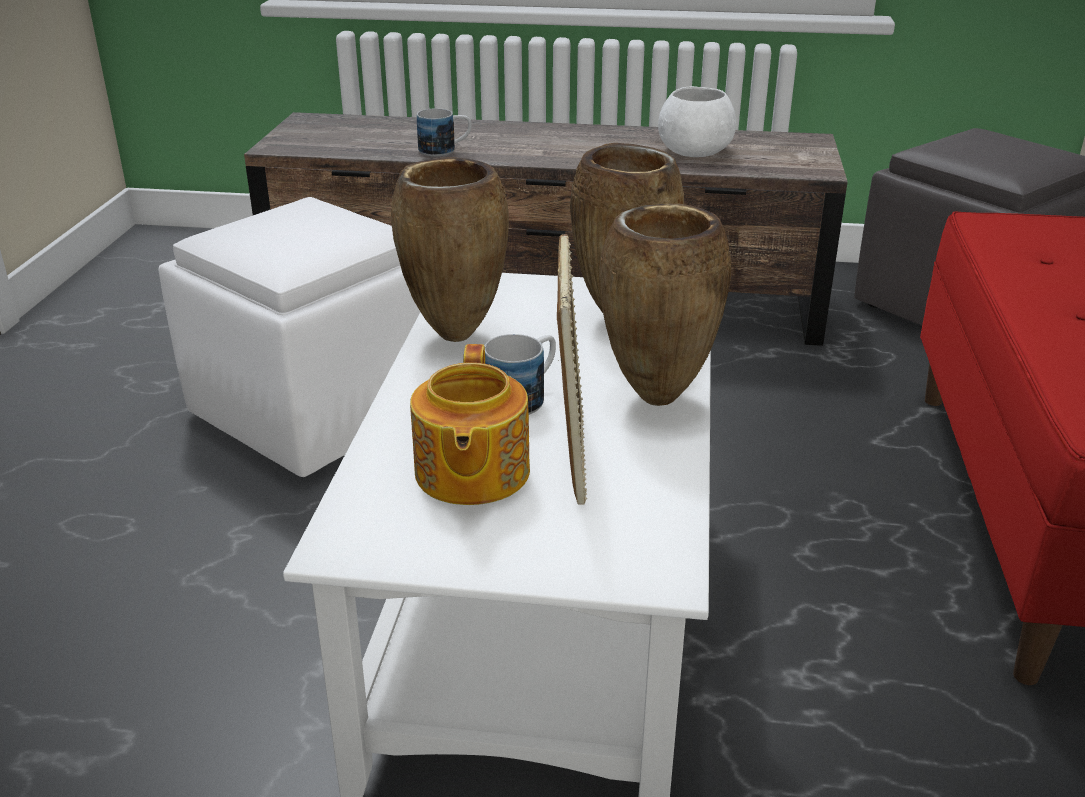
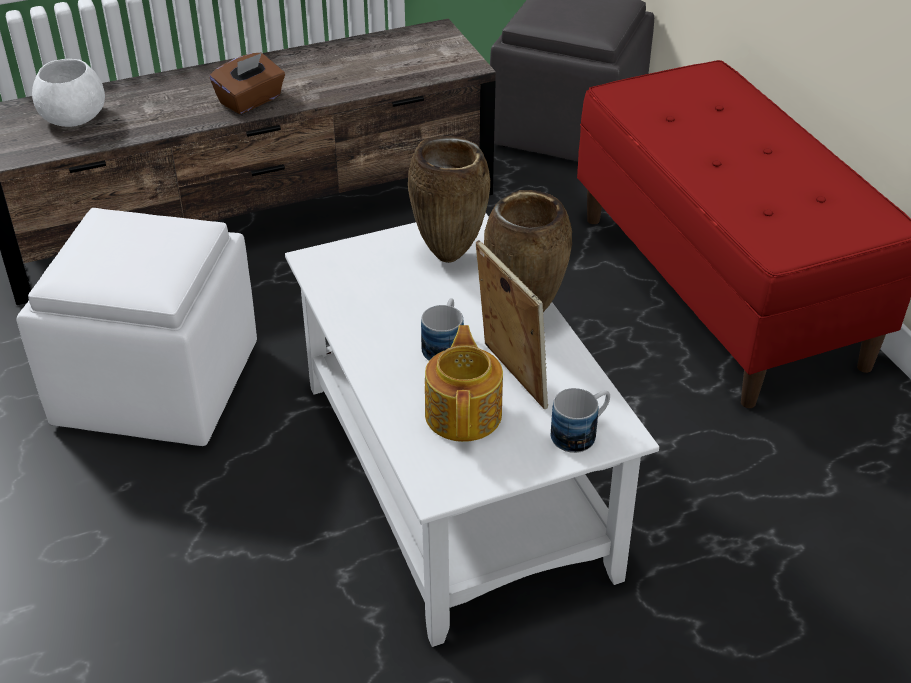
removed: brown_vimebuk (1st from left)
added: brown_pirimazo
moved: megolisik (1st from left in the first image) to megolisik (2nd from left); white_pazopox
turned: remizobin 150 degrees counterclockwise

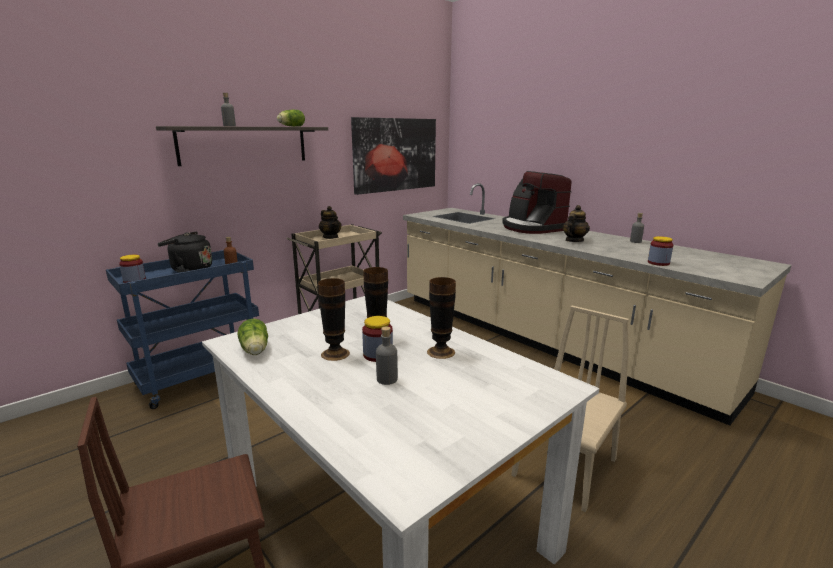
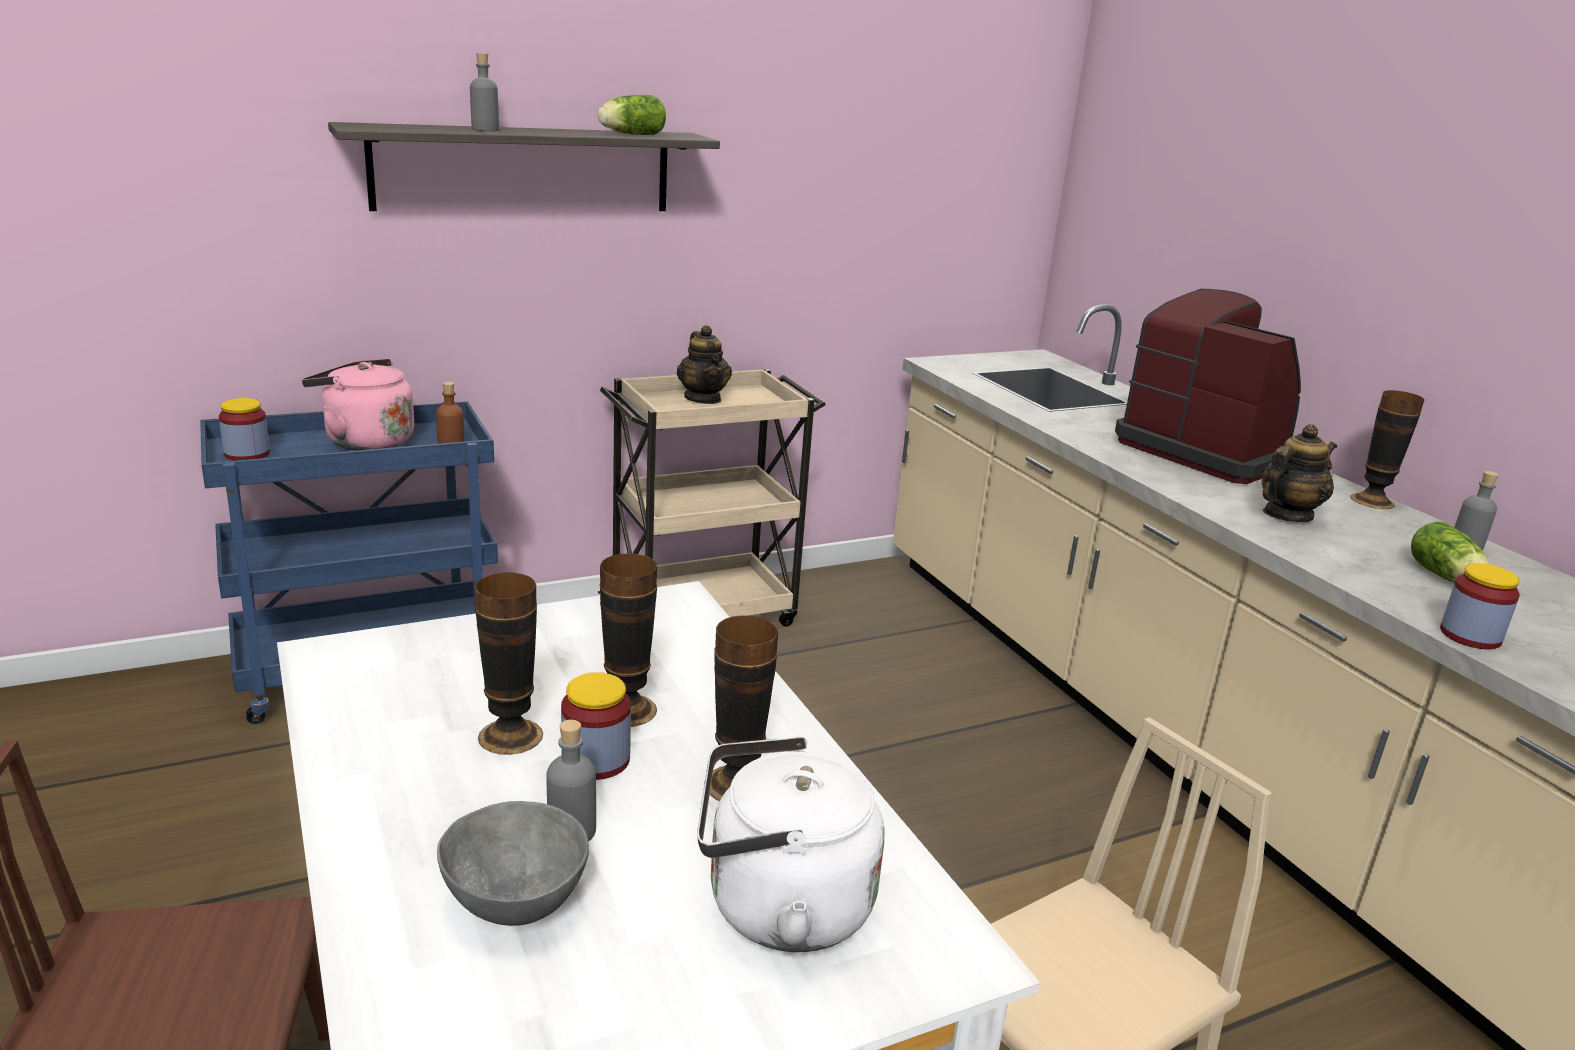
removed: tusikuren
added: grey_pazopox; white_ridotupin; vimebuk (4th from left)
moved: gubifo (1st from left in the first image) to gubifo (2nd from left)
recoloured: black_ridotupin to pink_ridotupin
turned: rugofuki 150 degrees clockwise

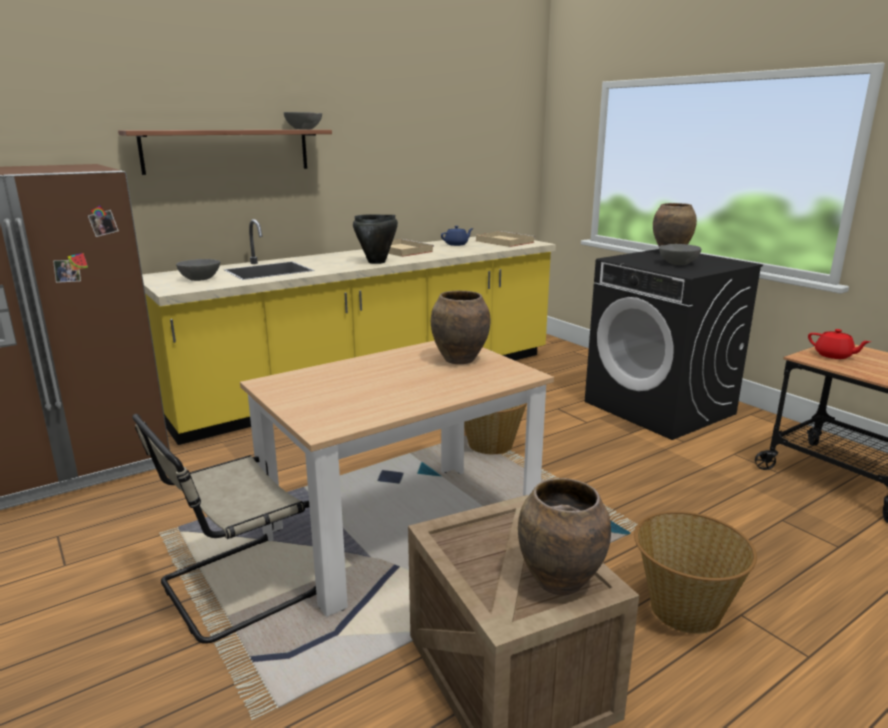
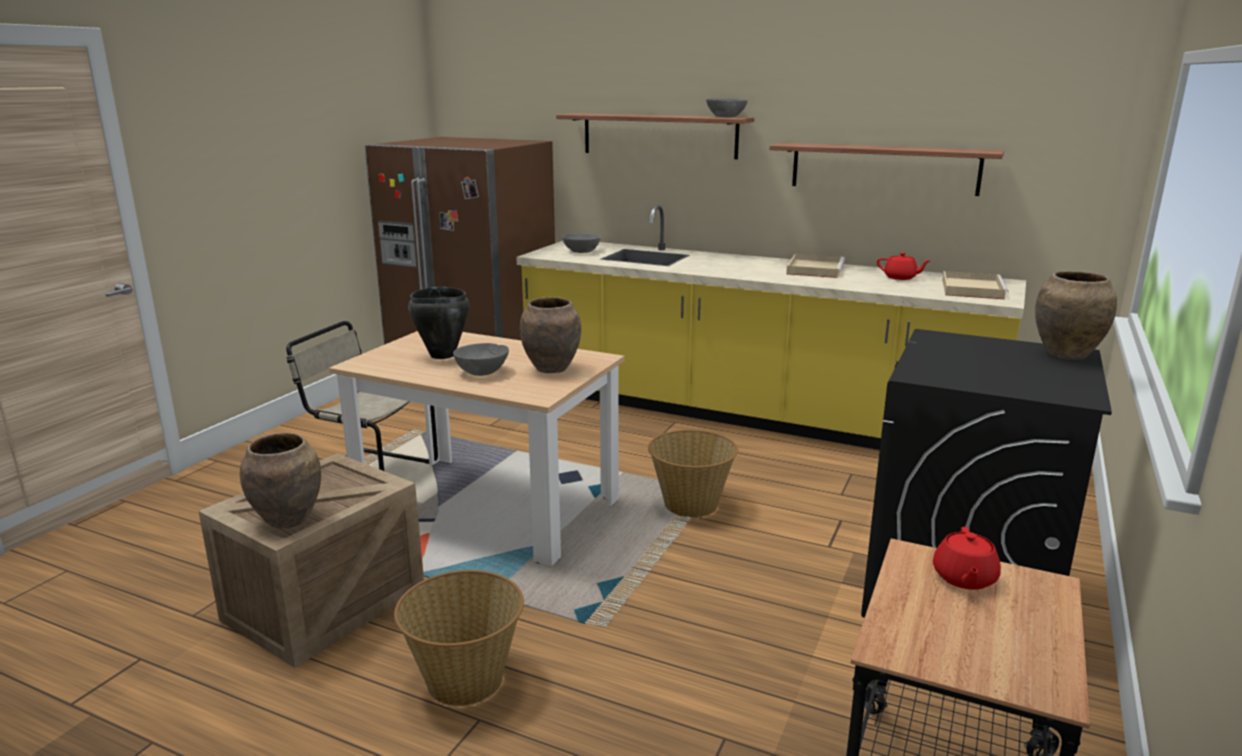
added: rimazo (2nd from left)
moved: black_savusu; grey_pazopox (3rd from left in the first image) to grey_pazopox (1st from left)
recoloured: blue_remizobin to red_remizobin (1st from left)

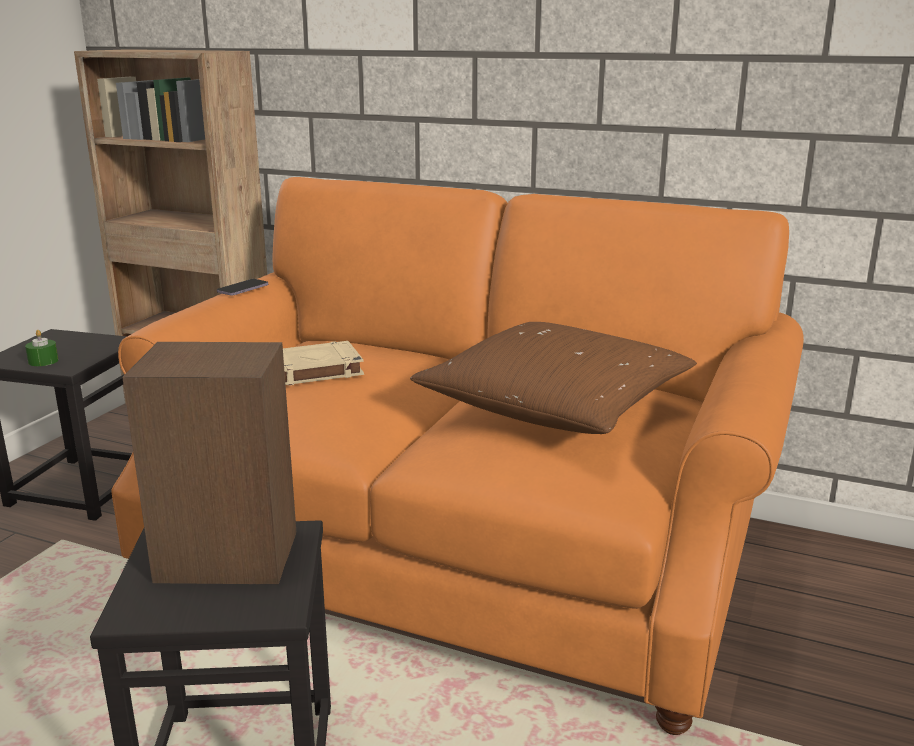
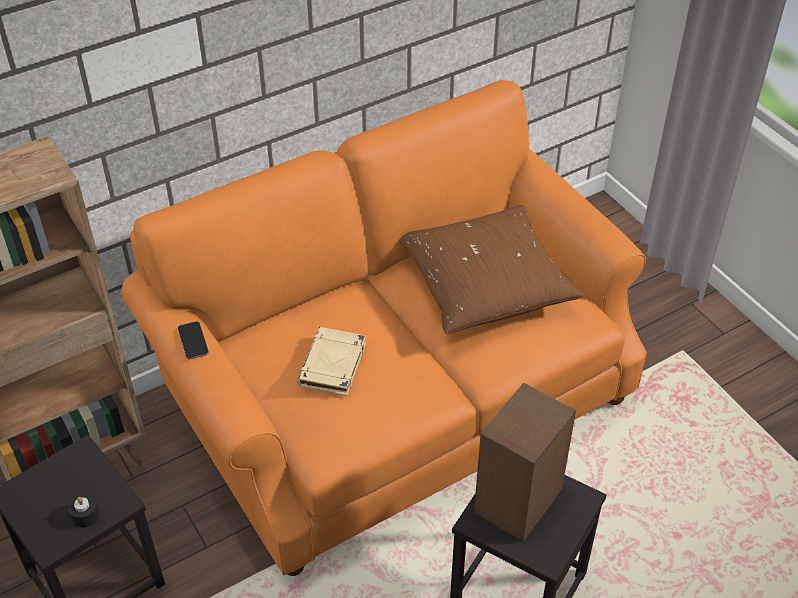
recoloured: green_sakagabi to black_sakagabi

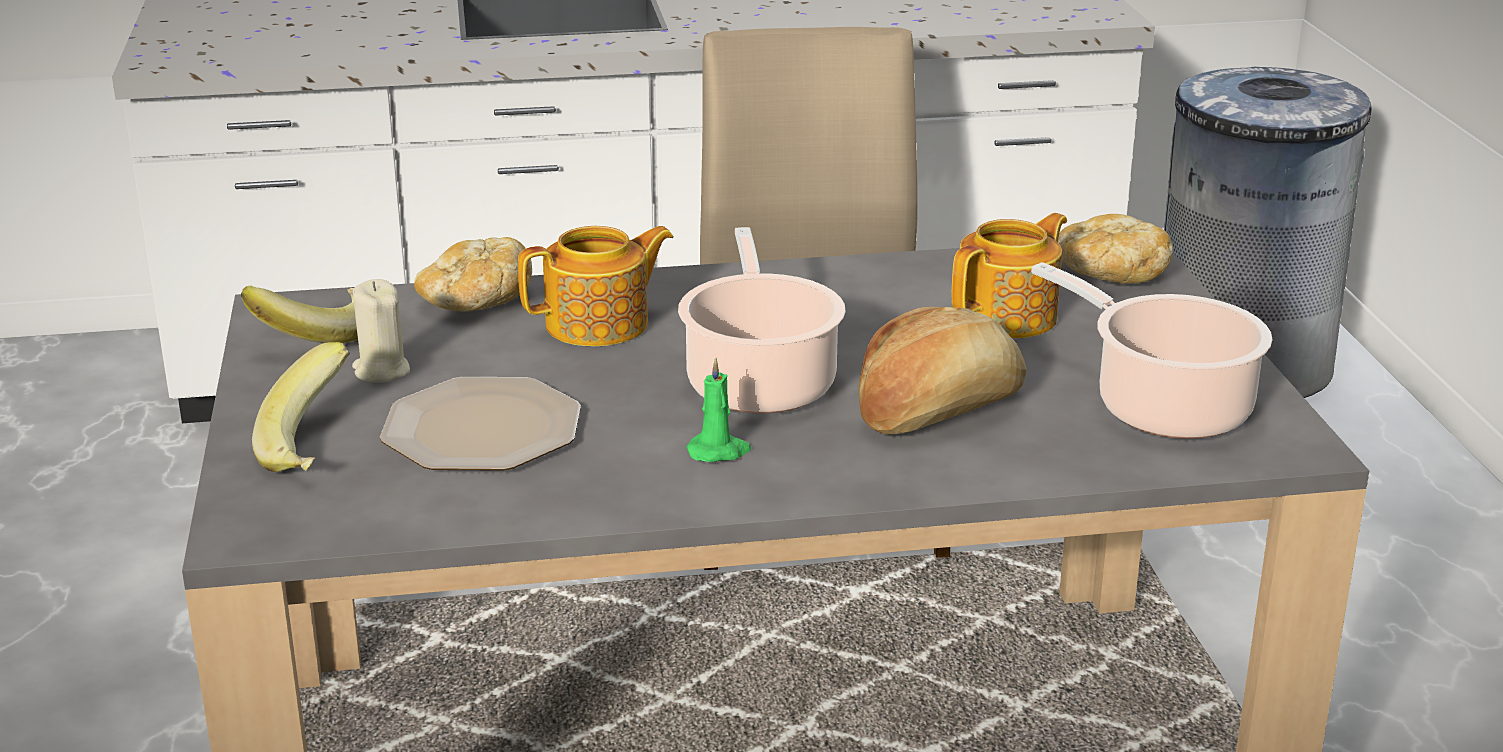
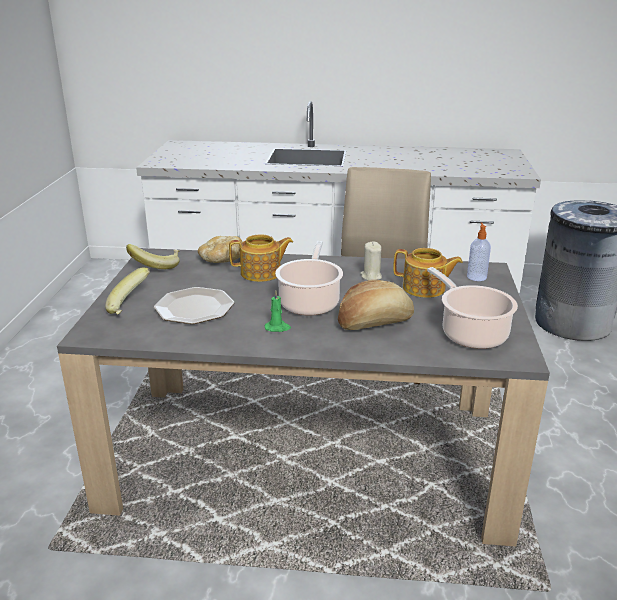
moved: beige_sakagabi
replaced: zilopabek (3rd from left) to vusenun
turned: remizobin (2nd from left) 45 degrees clockwise

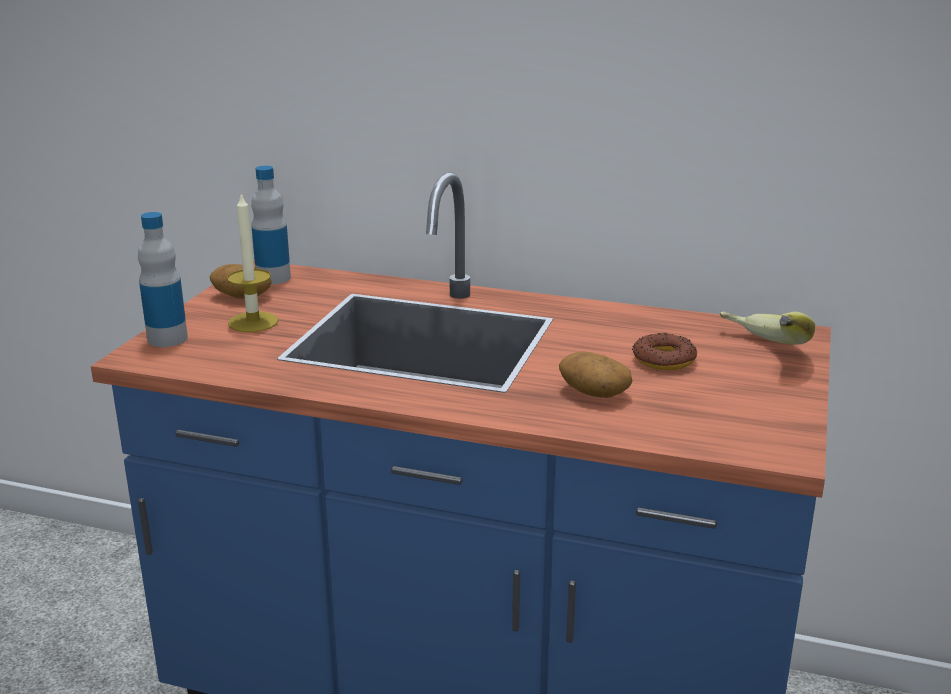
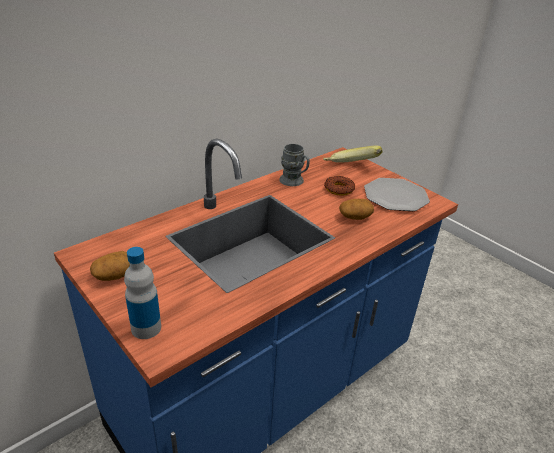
removed: sakagabi; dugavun (2nd from left)
added: grey_megolisik; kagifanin

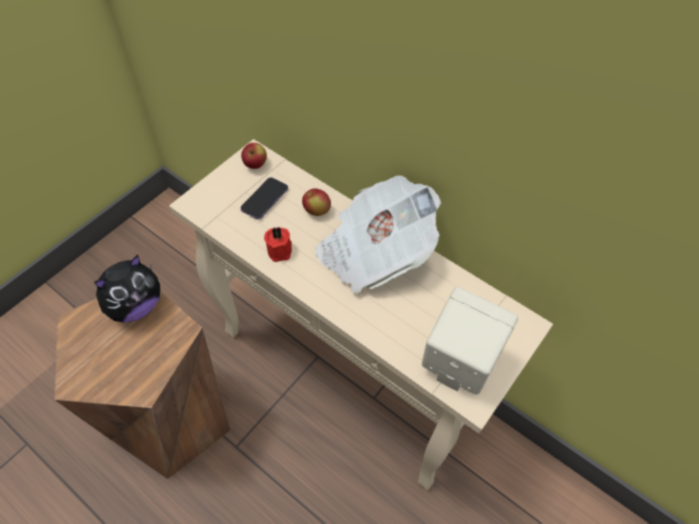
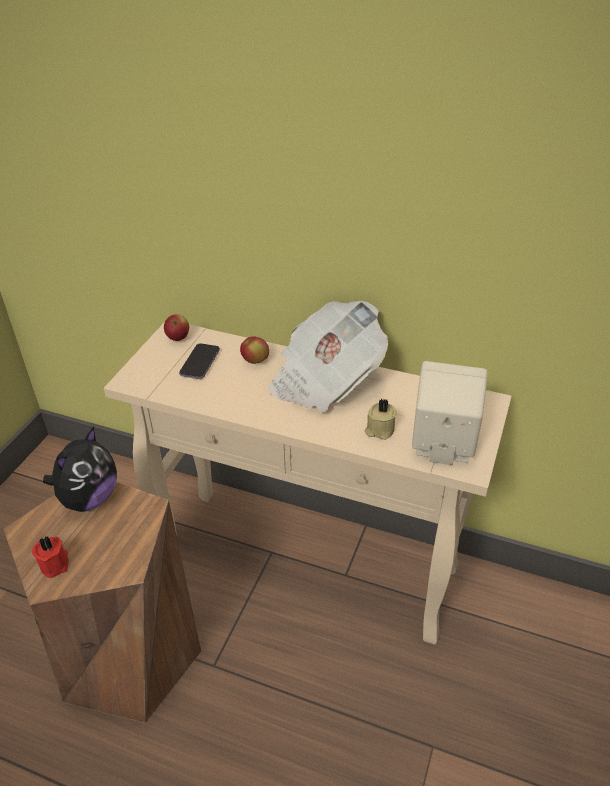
added: beige_sakagabi
moved: red_sakagabi

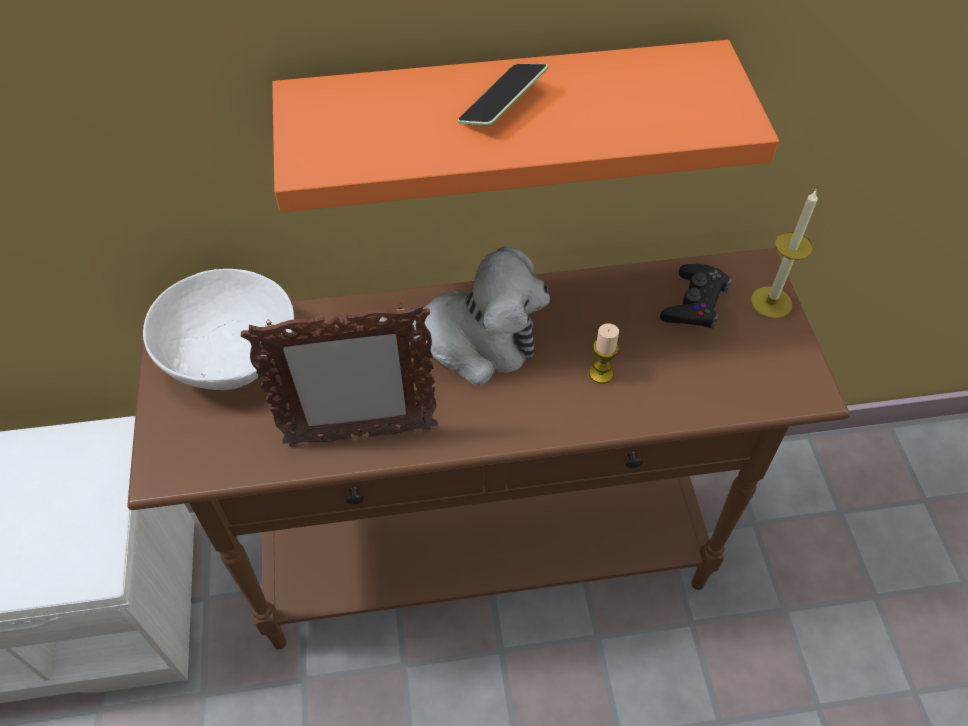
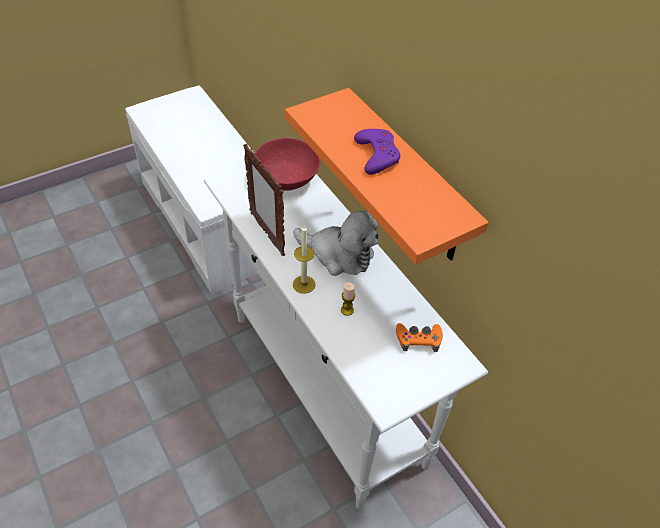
moved: sakagabi (2nd from left in the first image) to sakagabi (1st from left)
replaced: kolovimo to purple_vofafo
recoloured: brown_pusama to white_pusama; white_pazopox to red_pazopox; black_vofafo to orange_vofafo
turned: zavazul 45 degrees counterclockwise

